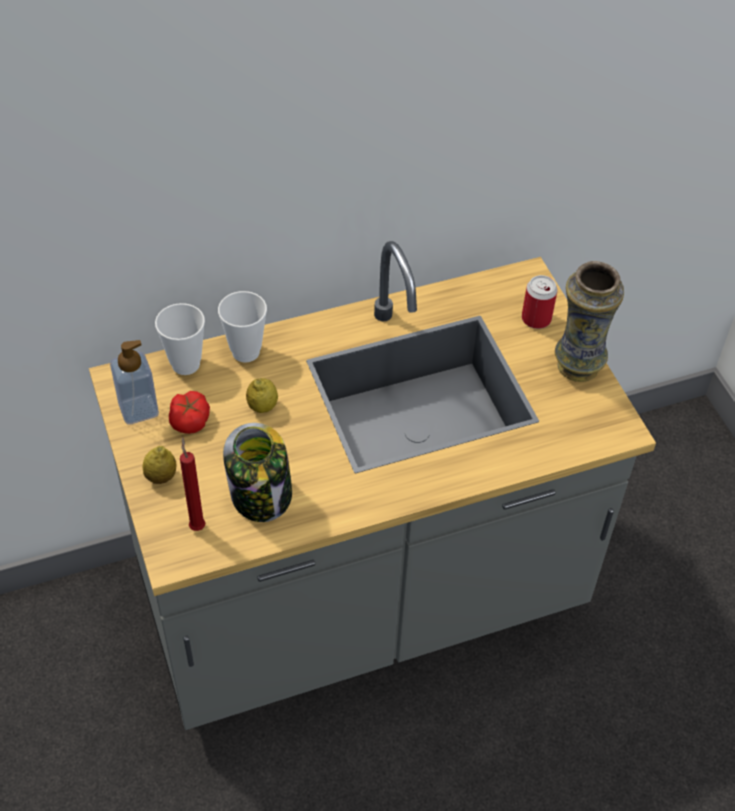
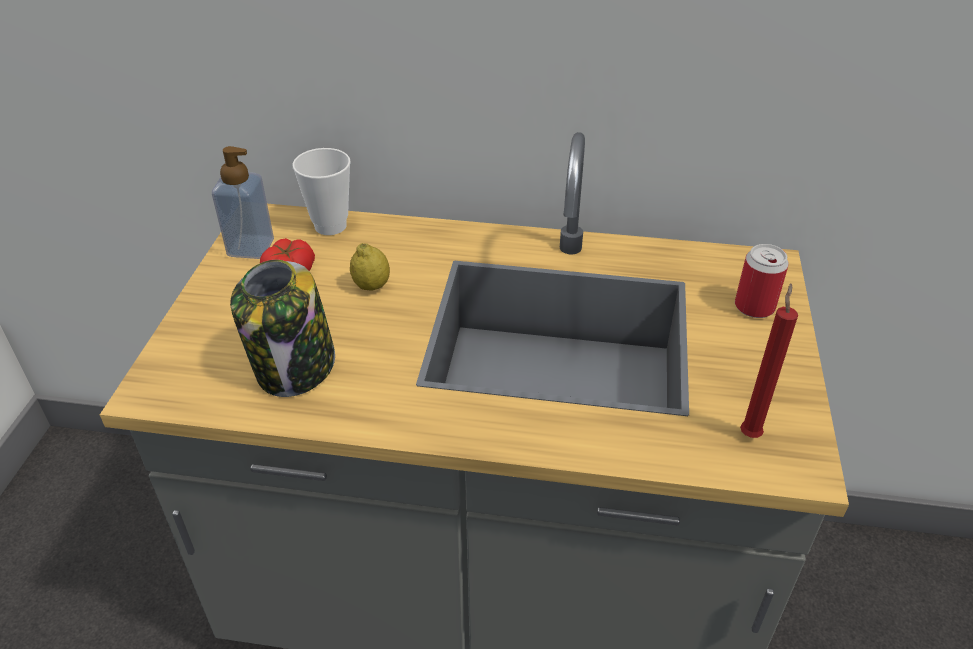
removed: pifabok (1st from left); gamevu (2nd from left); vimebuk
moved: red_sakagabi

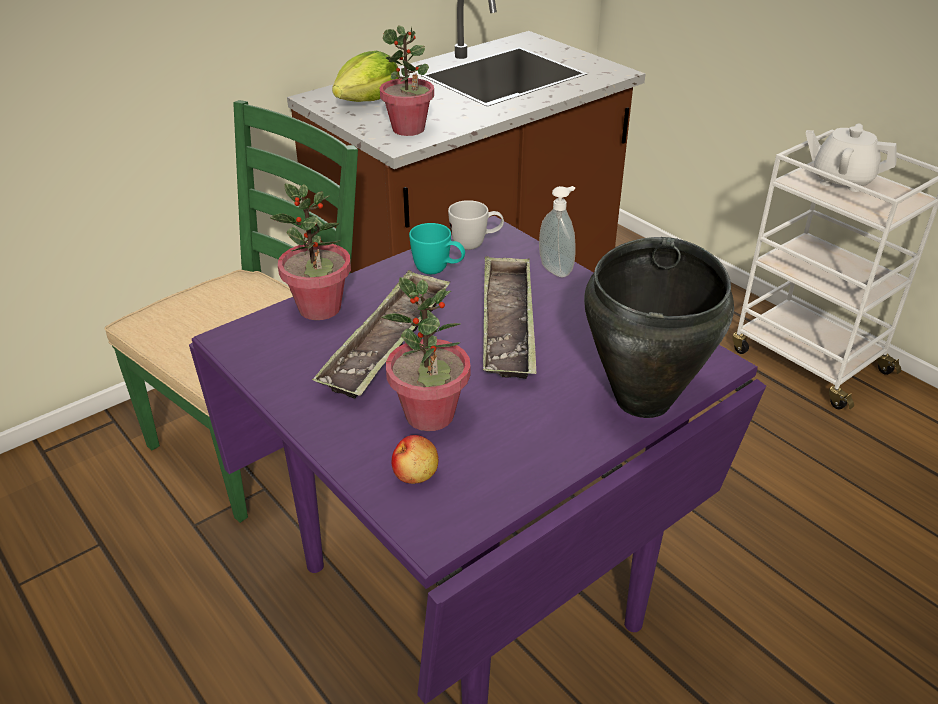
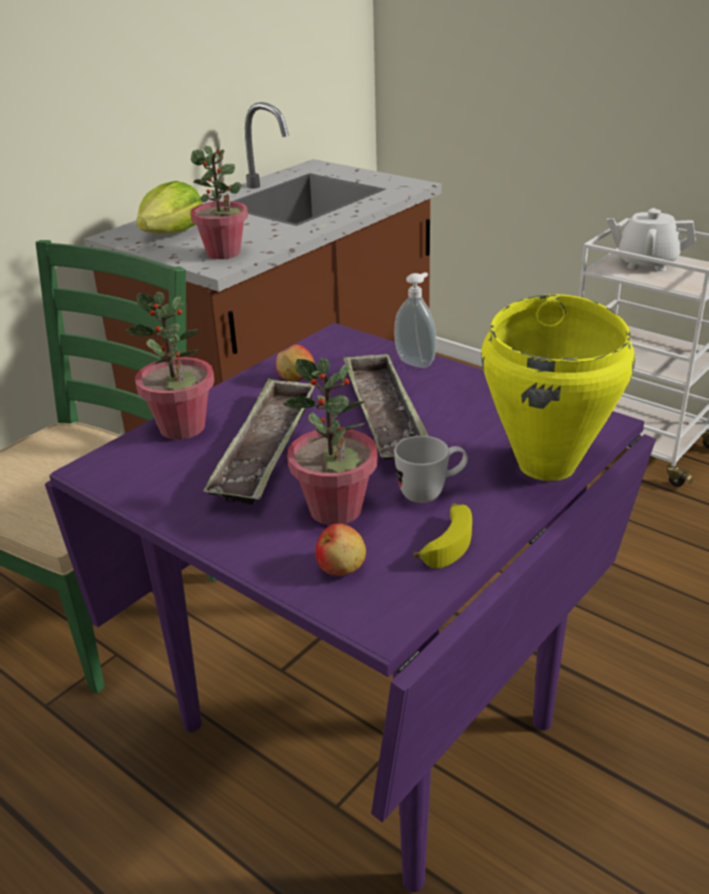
added: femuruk
moved: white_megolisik
replaced: turquoise_megolisik to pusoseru (1st from left)
recoloured: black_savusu to yellow_savusu

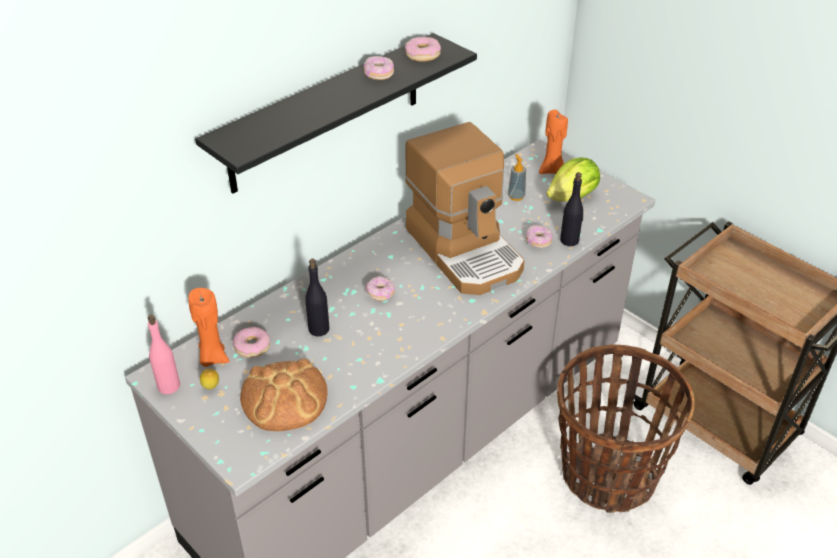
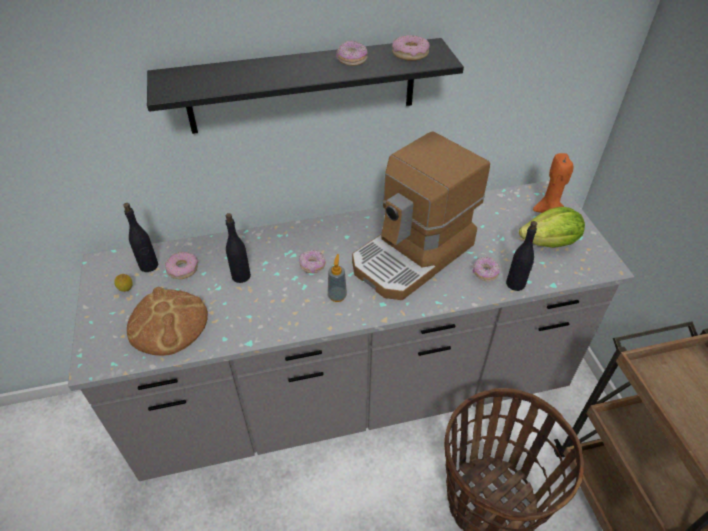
removed: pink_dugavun
moved: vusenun
replaced: orange_sakagabi (1st from left) to black_dugavun (1st from left)
turned: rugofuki 45 degrees clockwise

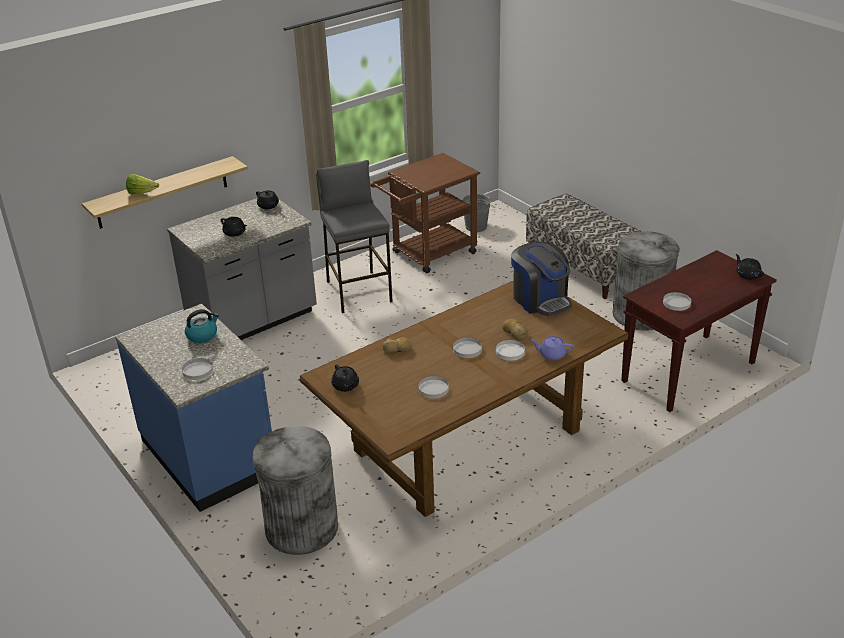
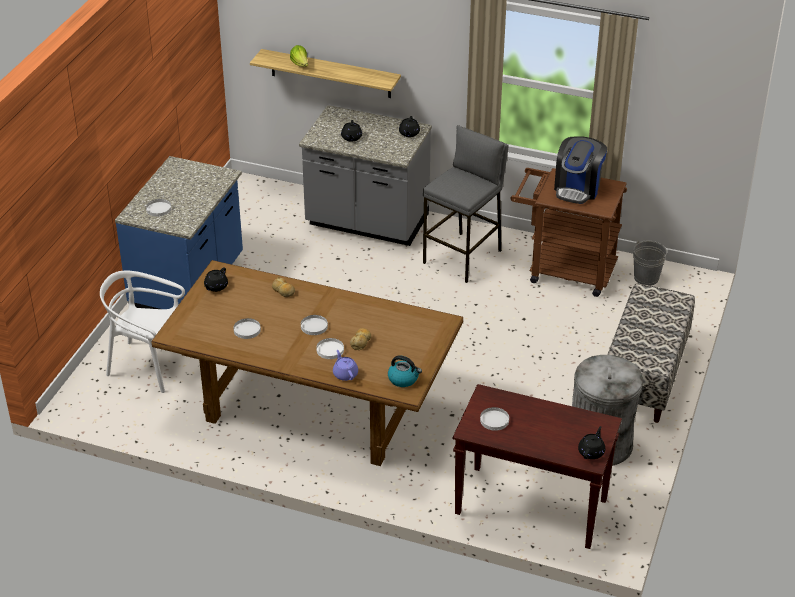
moved: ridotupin; rugofuki
replaced: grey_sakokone (1st from left) to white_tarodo

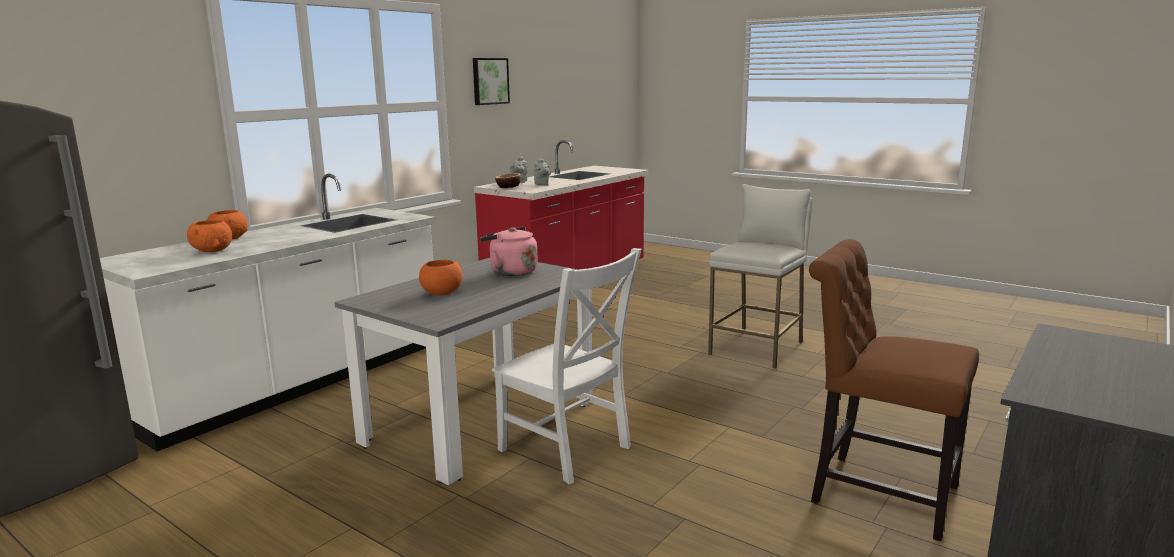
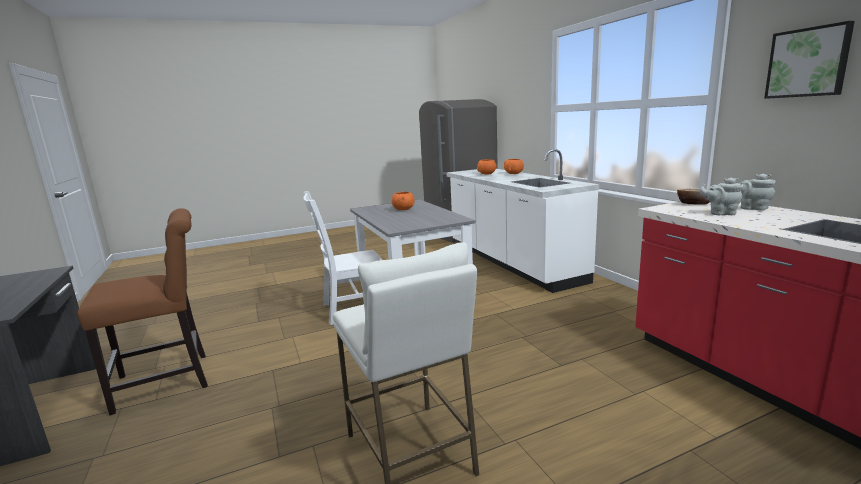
removed: pink_ridotupin

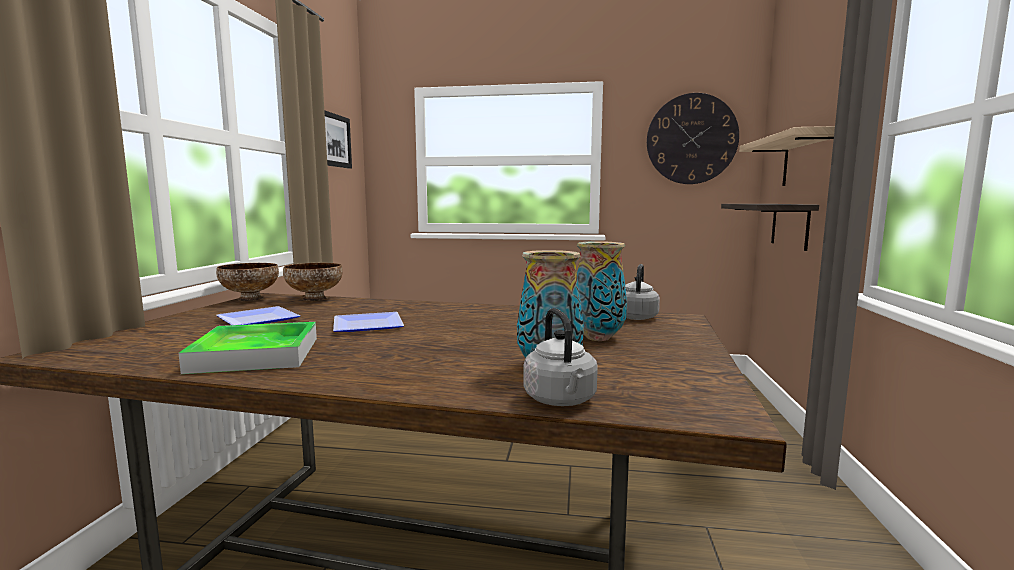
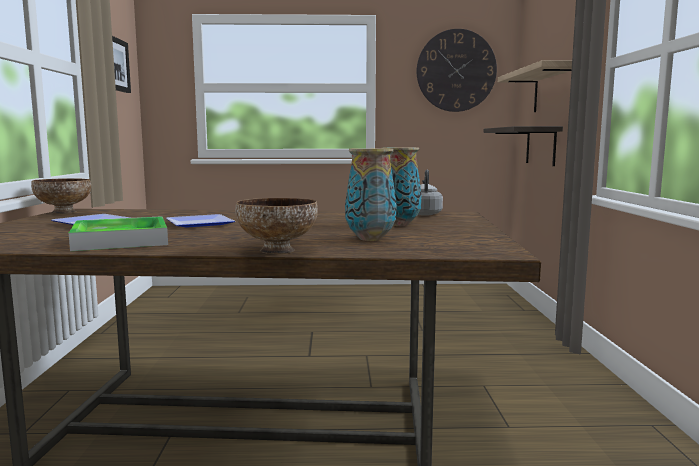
removed: grey_ridotupin (1st from left)
moved: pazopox (2nd from left)

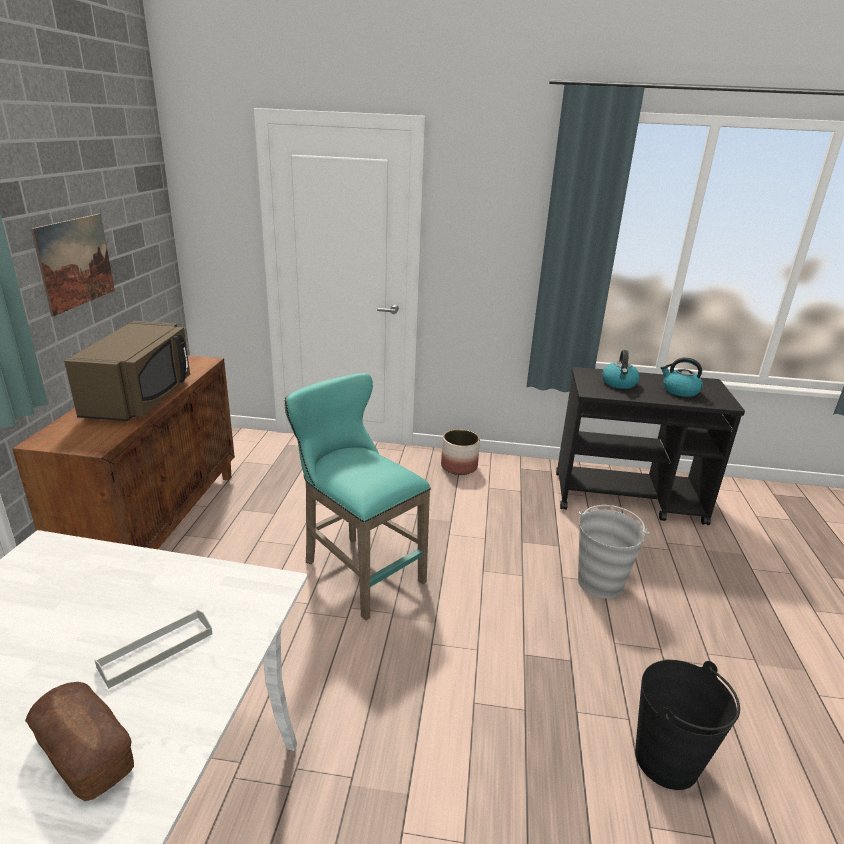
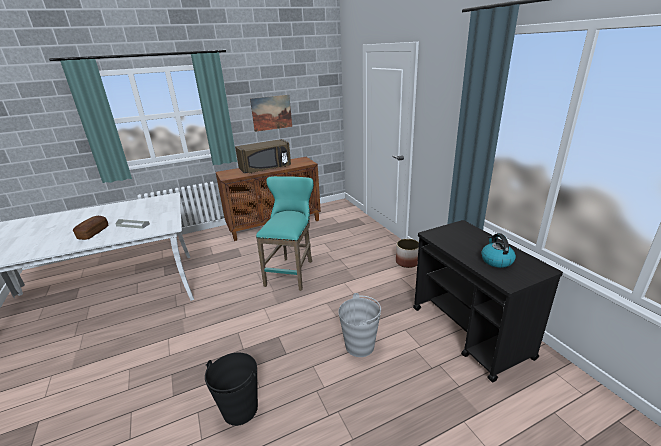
removed: ridotupin (1st from left)

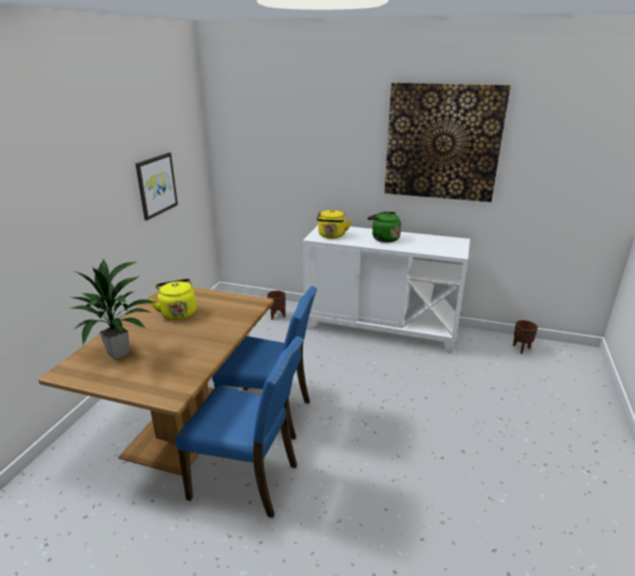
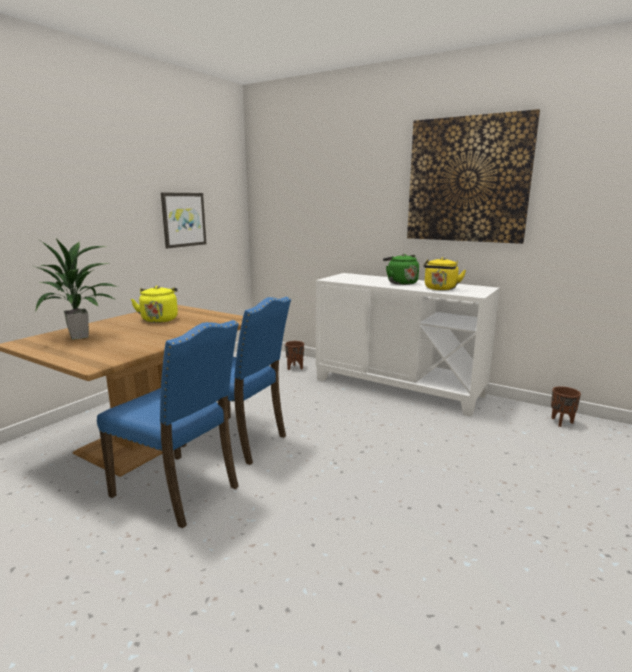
moved: yellow_ridotupin (2nd from left)

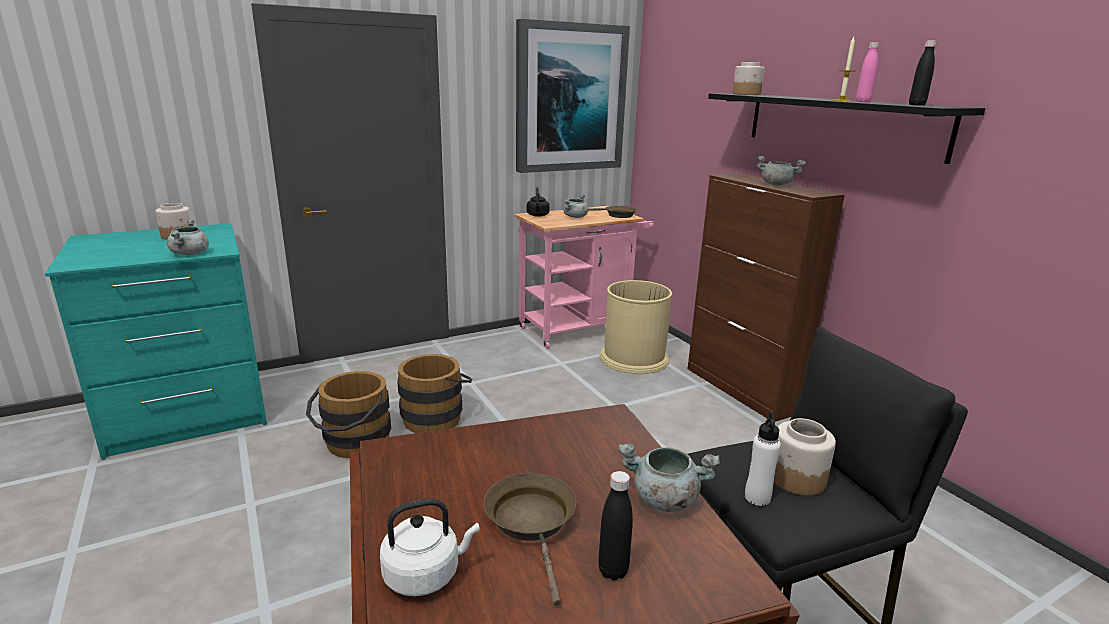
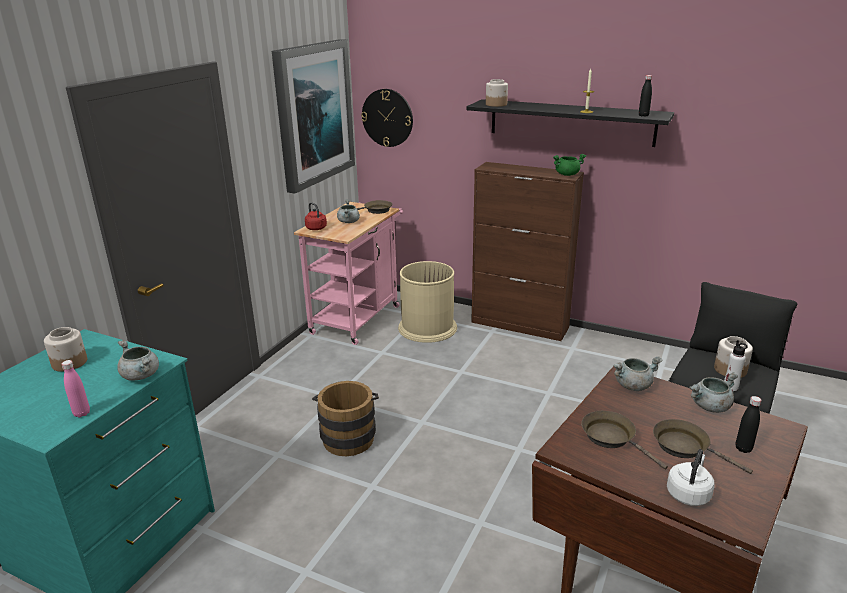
removed: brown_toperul (1st from left)
added: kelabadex; green_savusu; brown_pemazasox (2nd from left)
moved: grey_savusu (4th from left in the first image) to grey_savusu (3rd from left); pink_dugavun
recoloured: black_ridotupin to red_ridotupin

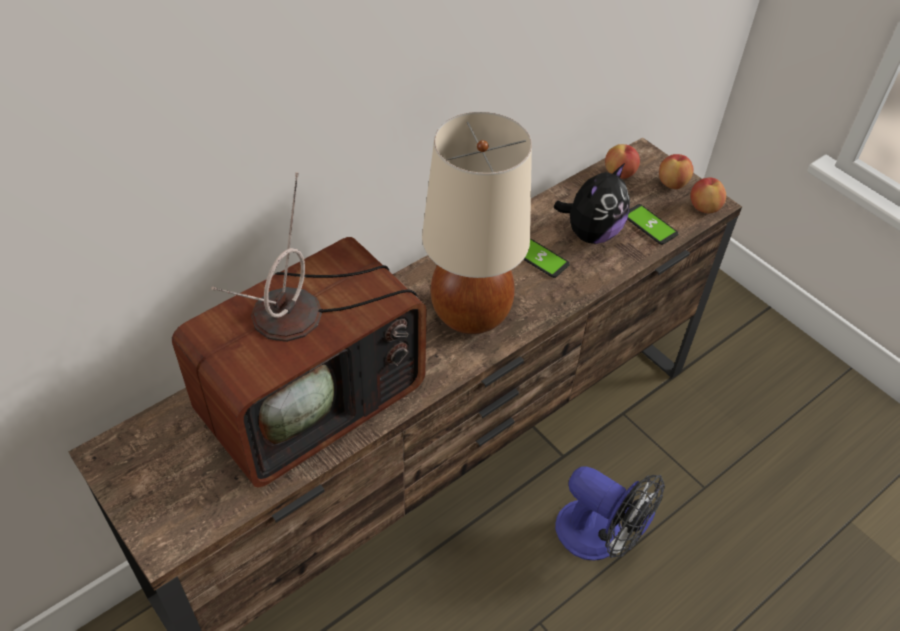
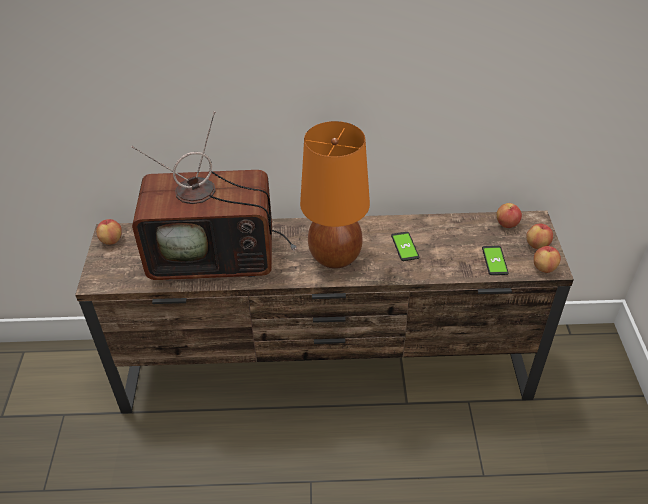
removed: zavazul; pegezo
added: pusoseru (1st from left)
recoloured: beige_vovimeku to orange_vovimeku

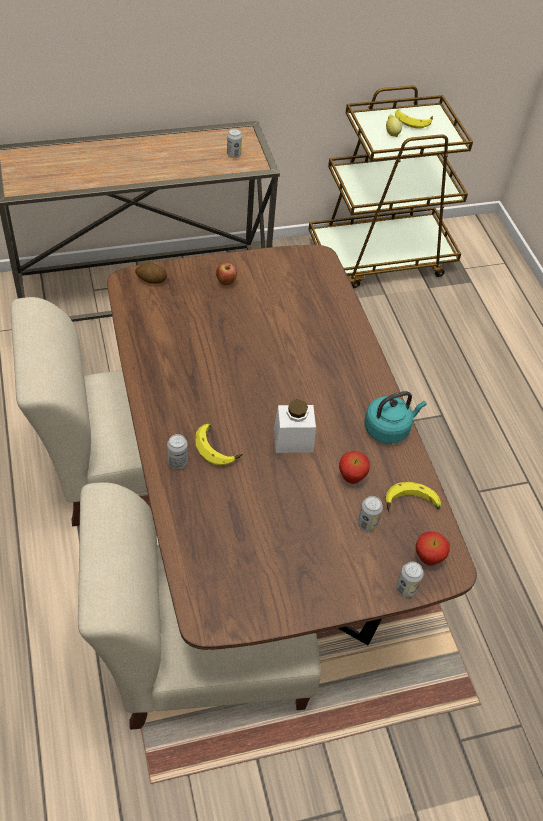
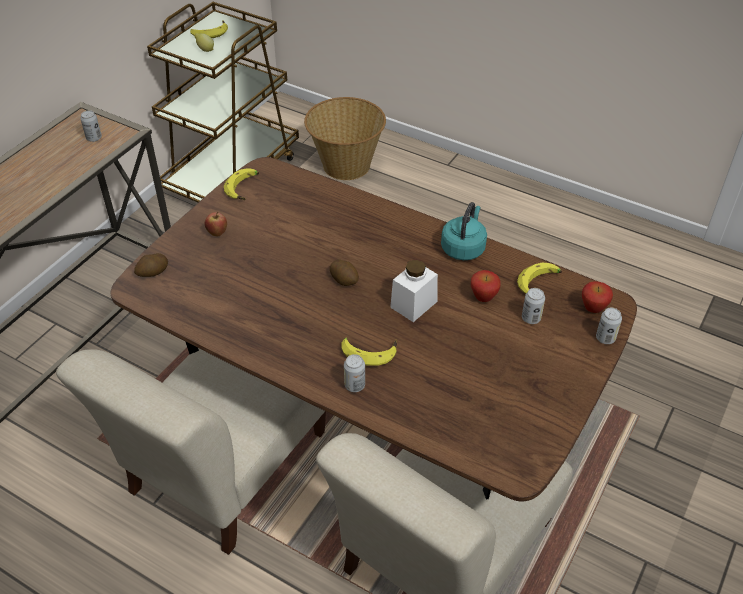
added: femuruk (2nd from left); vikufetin; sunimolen (2nd from left)

